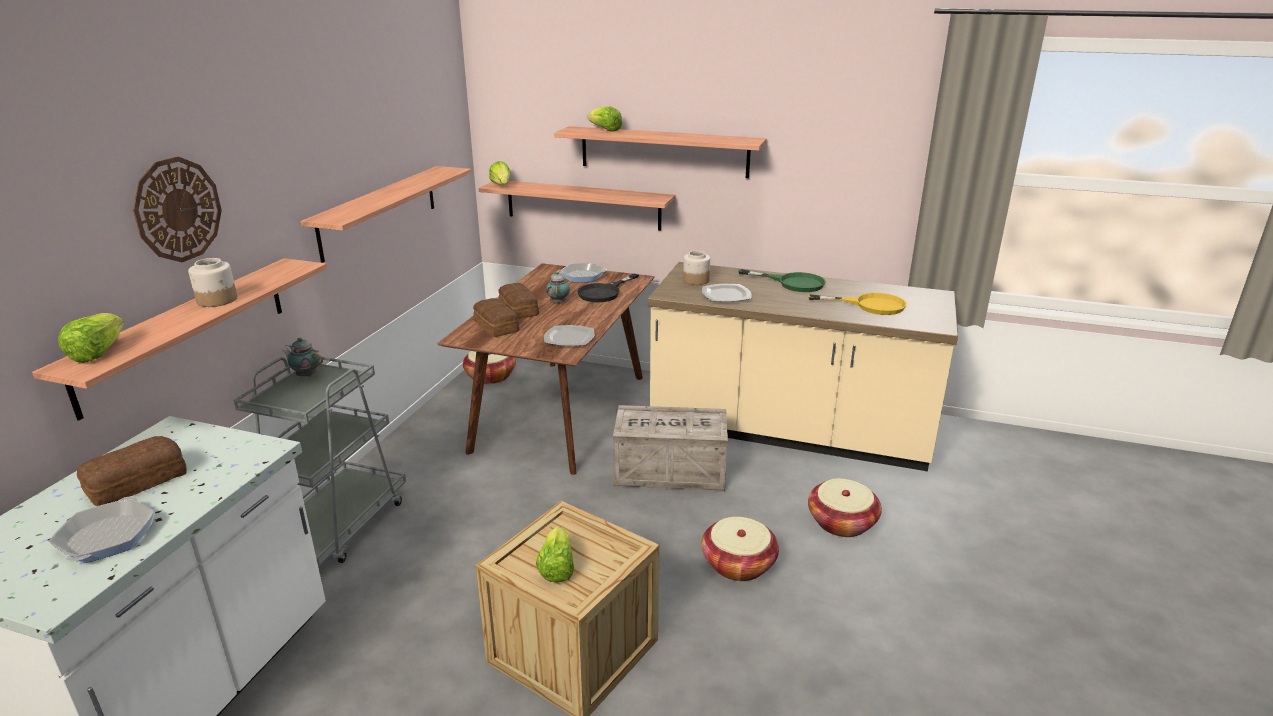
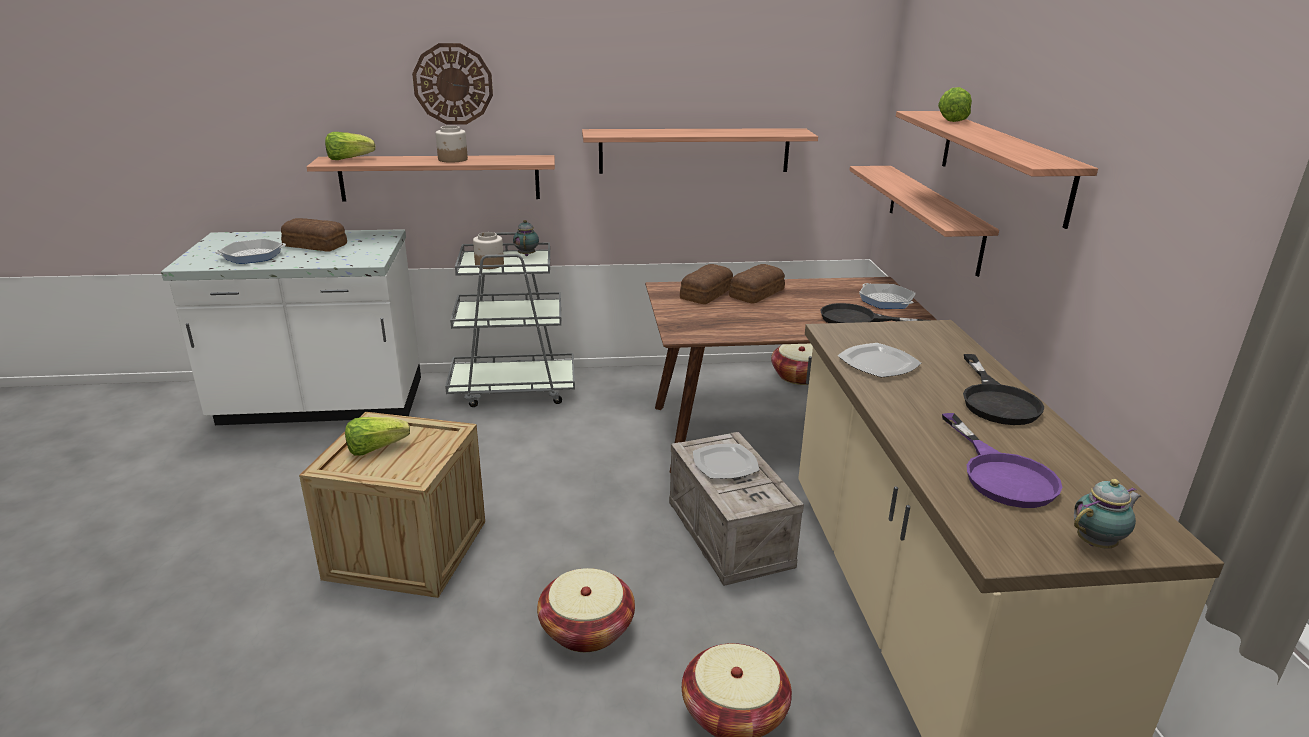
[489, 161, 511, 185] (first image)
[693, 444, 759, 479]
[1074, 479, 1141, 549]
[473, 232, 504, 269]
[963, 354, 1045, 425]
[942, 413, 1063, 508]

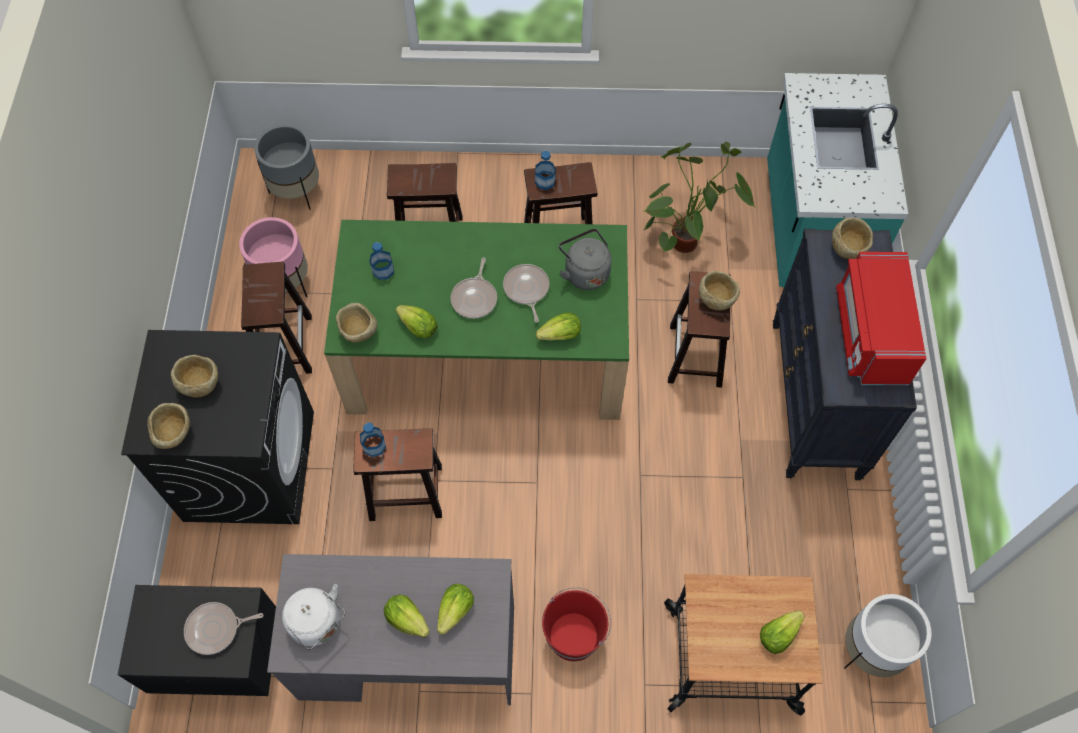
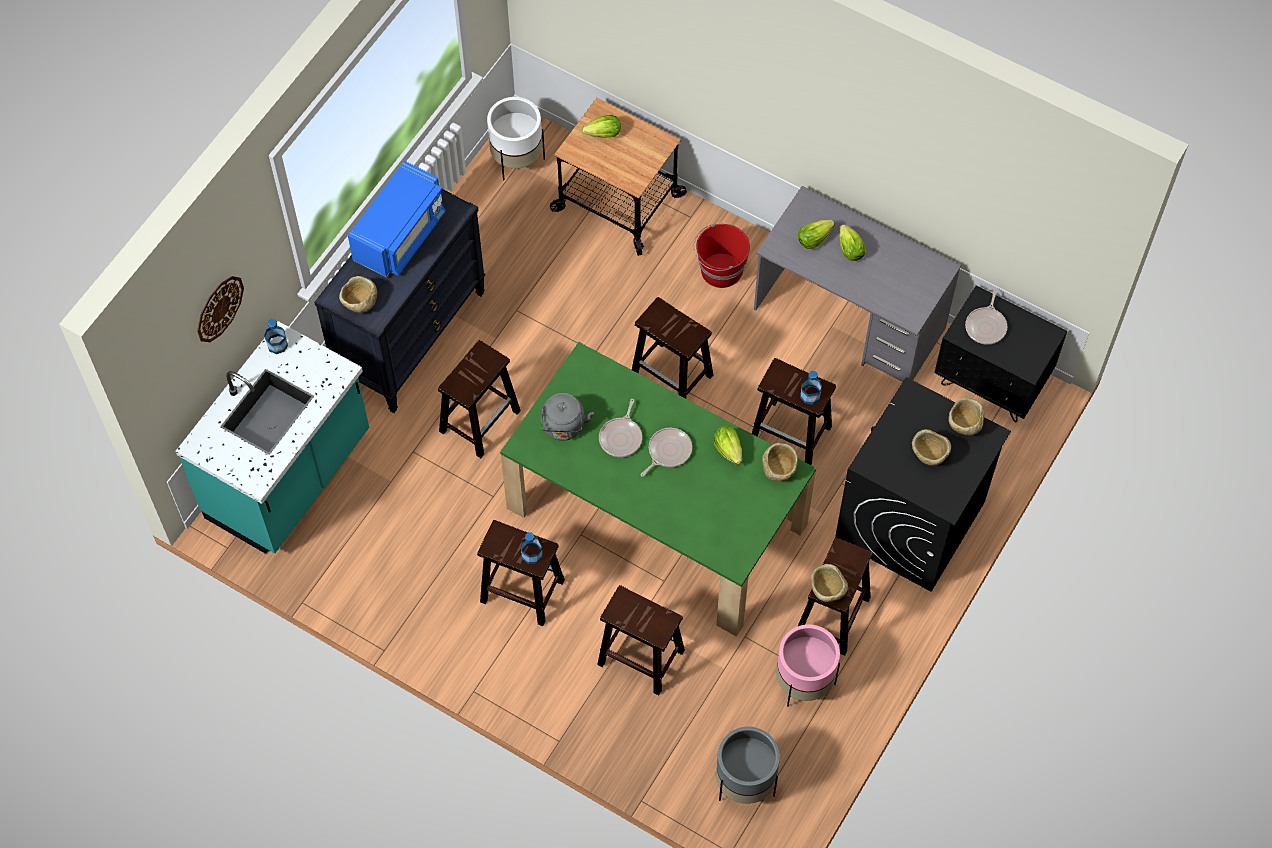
[965, 289, 1007, 345]
[282, 584, 345, 650] (first image)
[264, 319, 288, 354]
[536, 312, 581, 341] (first image)
[643, 142, 756, 253] (first image)
[811, 564, 848, 602]
[348, 161, 446, 278]
[197, 276, 244, 342]
[632, 297, 713, 399]

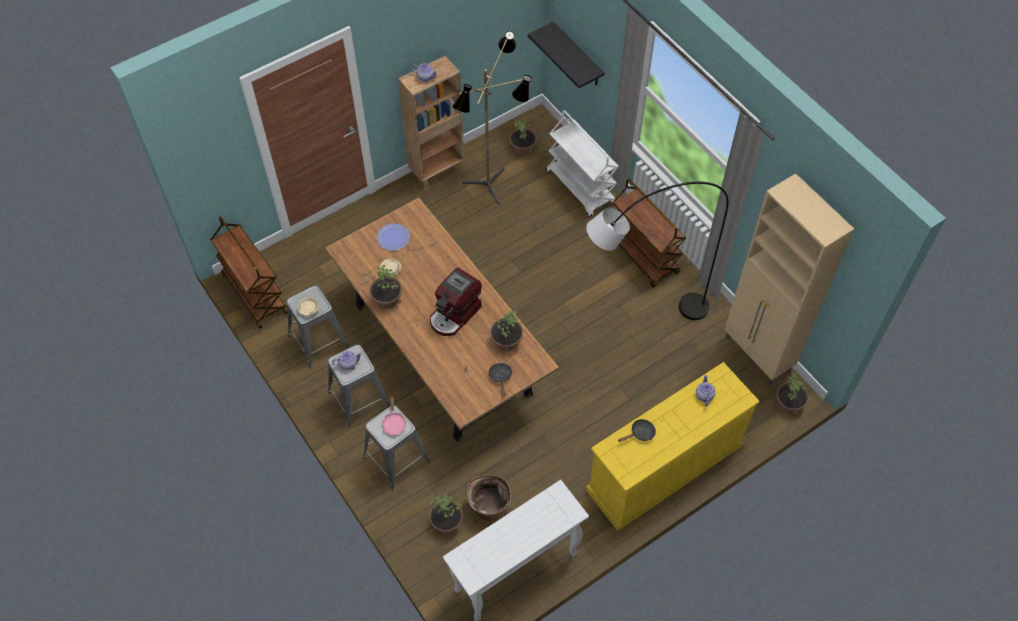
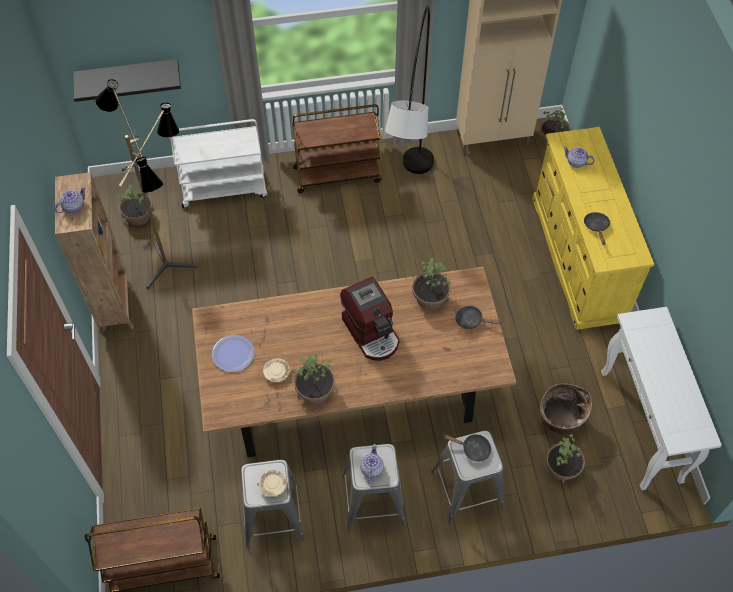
[443, 434, 491, 462]

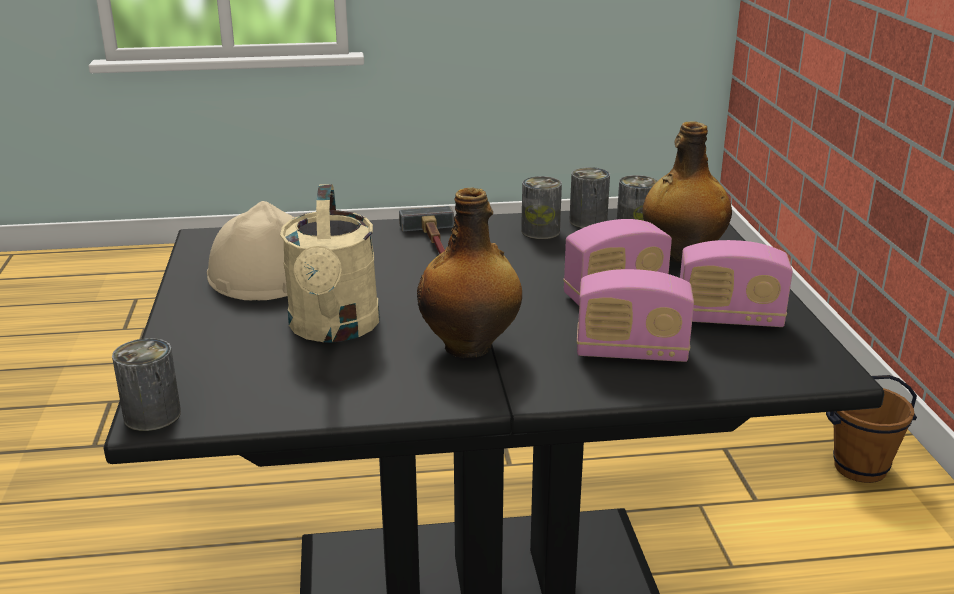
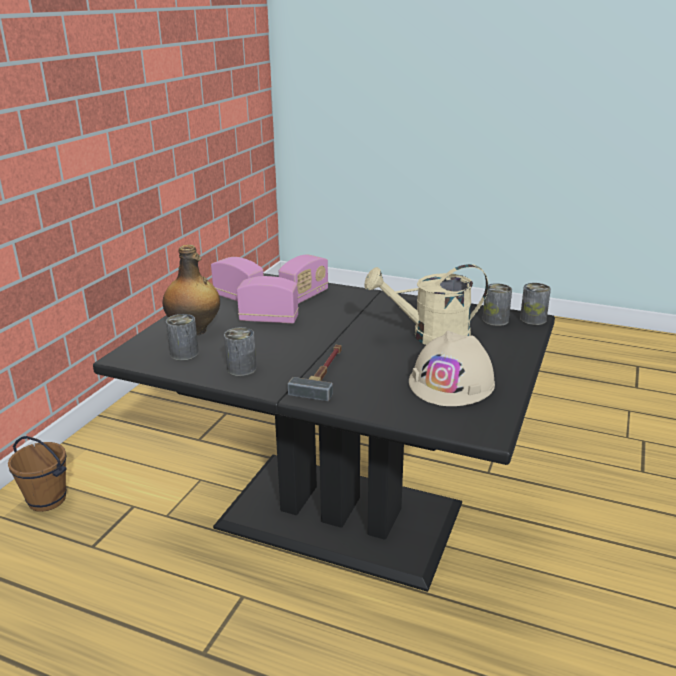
[364, 264, 488, 345]
[417, 187, 522, 358] (first image)
[482, 283, 512, 326]
[279, 255, 328, 304]

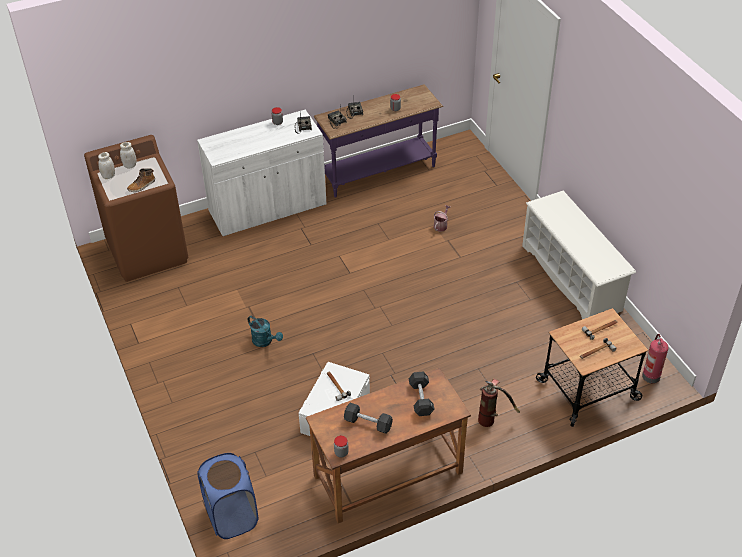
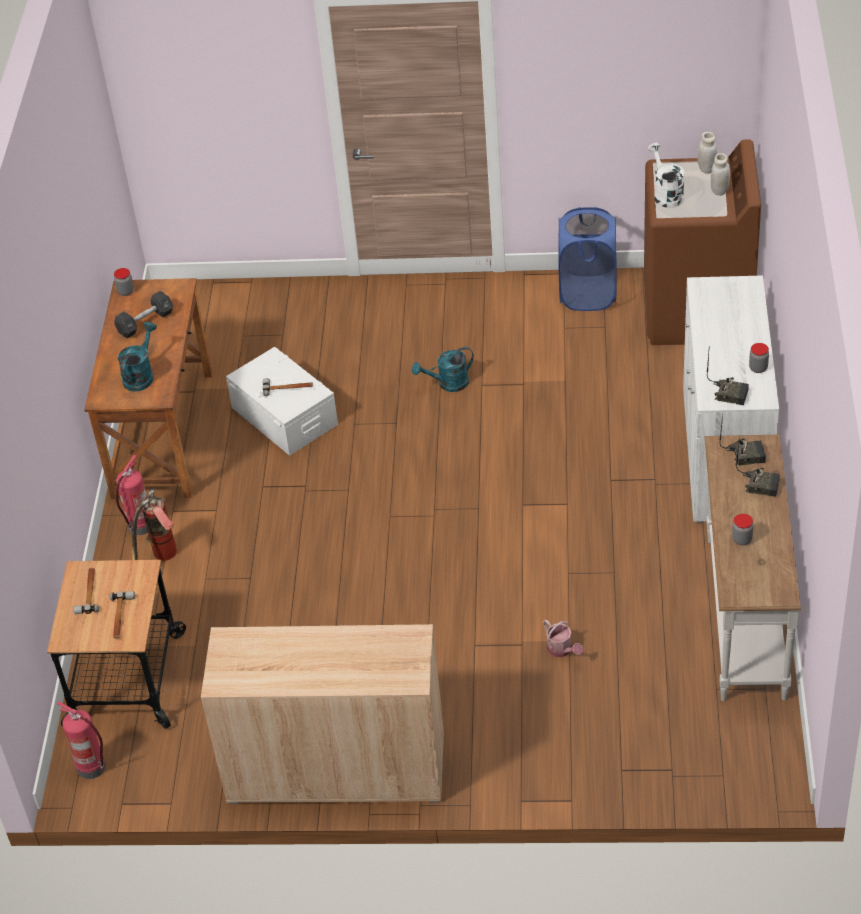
[648, 143, 684, 208]
[558, 207, 617, 311]
[704, 435, 801, 701]
[118, 322, 157, 392]
[201, 624, 444, 804]
[116, 455, 148, 535]

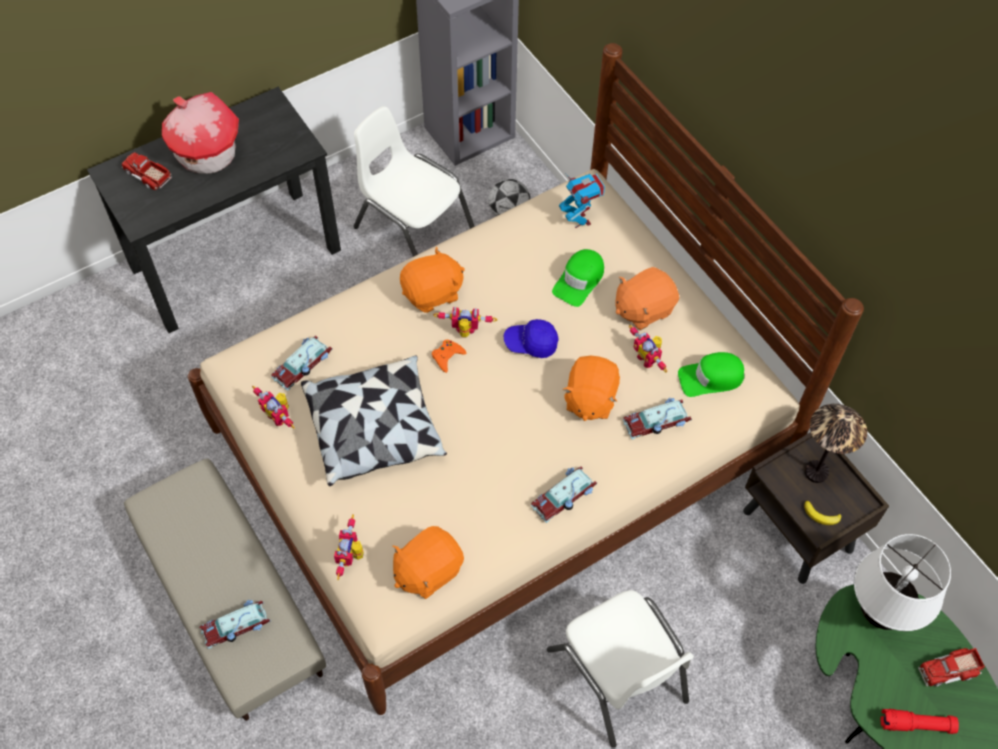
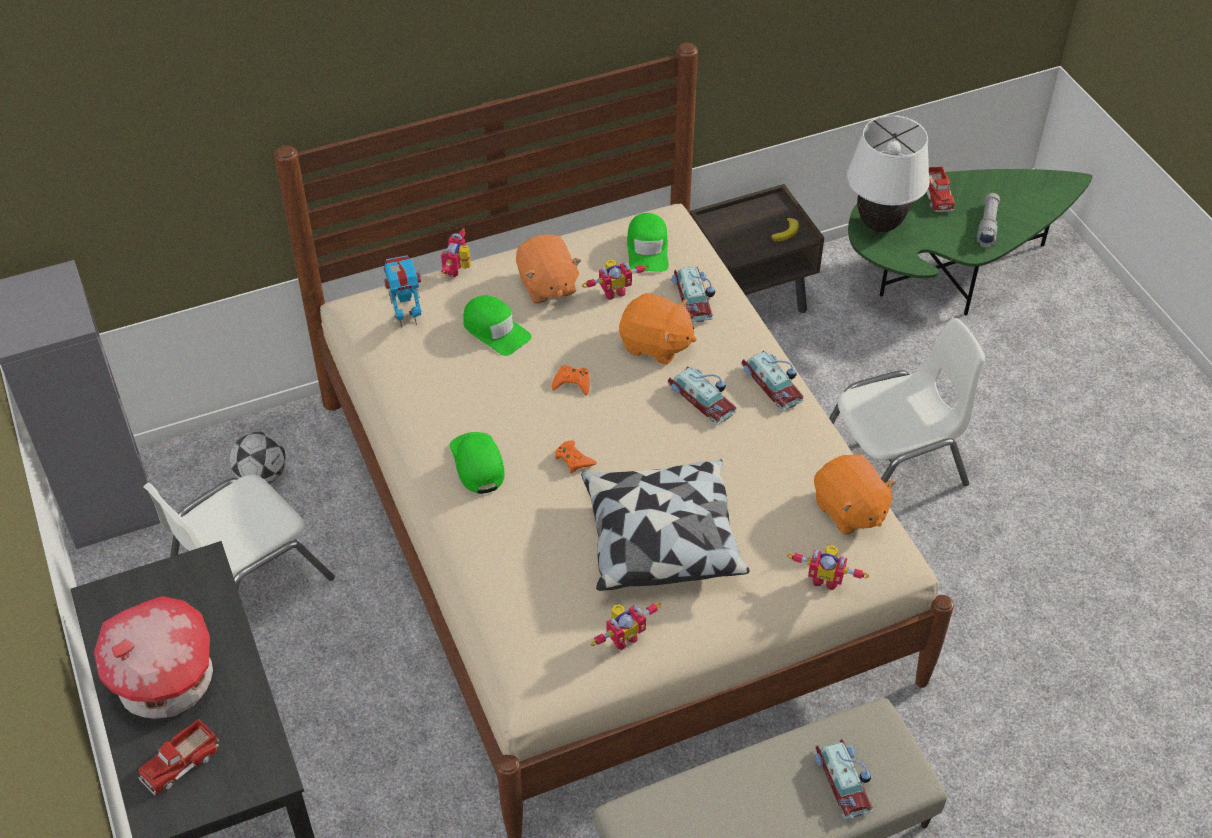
[668, 366, 737, 425]
[450, 432, 505, 494]
[441, 228, 471, 277]
[552, 365, 590, 396]
[805, 404, 867, 483] (first image)
[977, 193, 1000, 248]

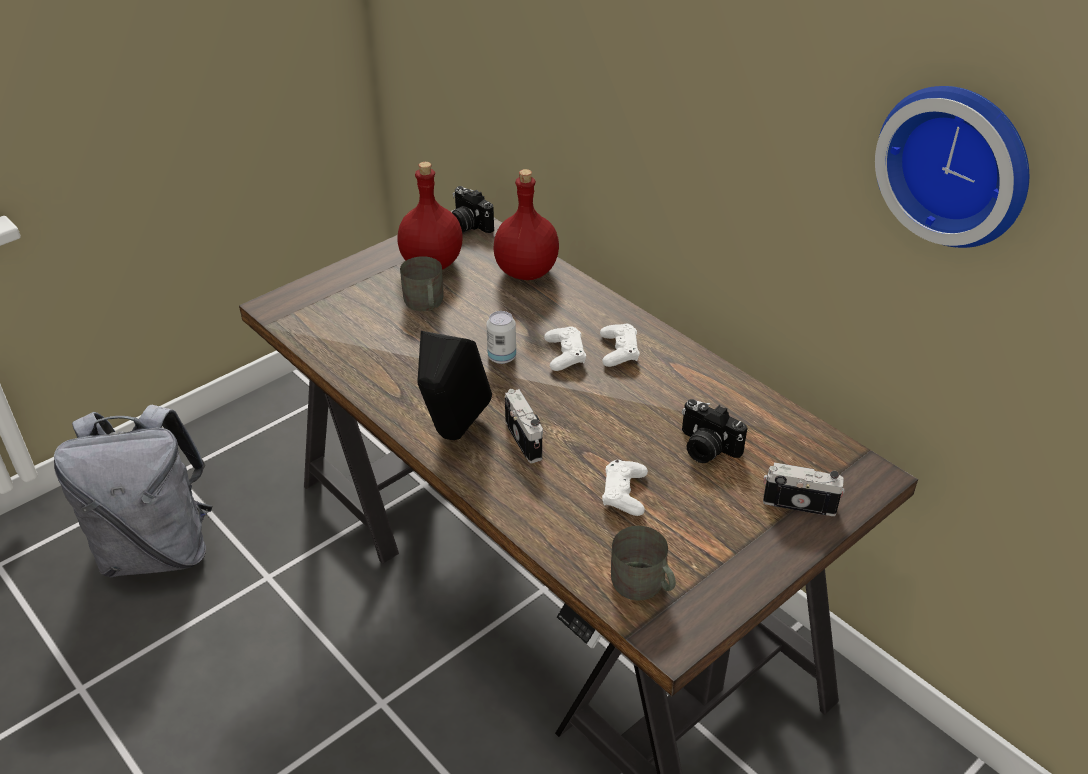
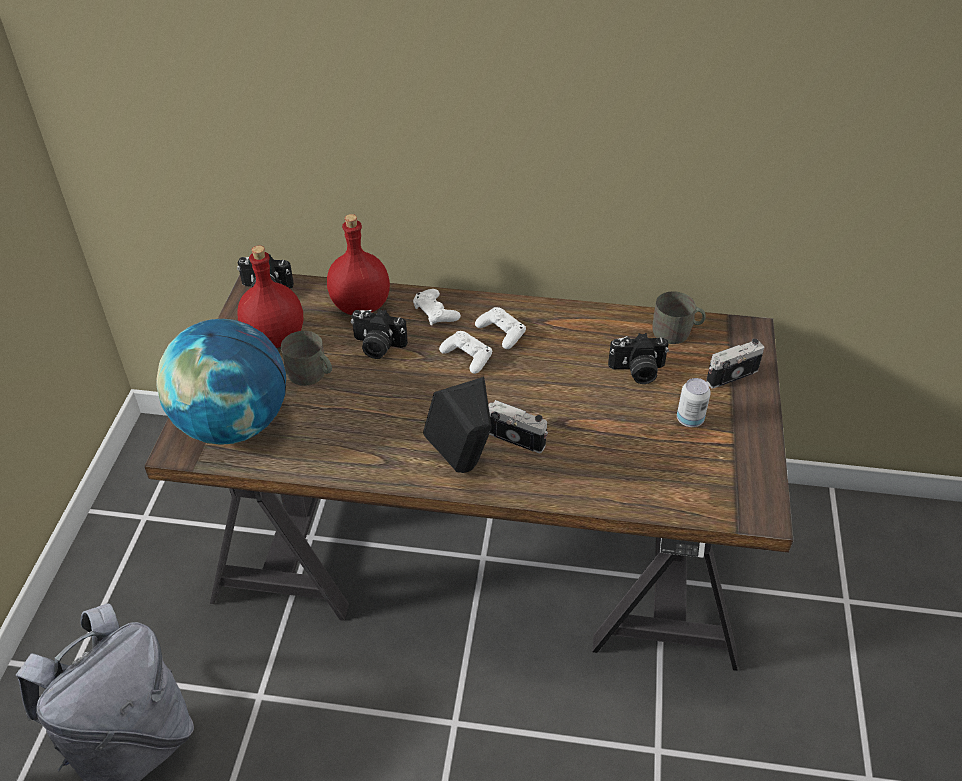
[677, 378, 711, 427]
[413, 289, 461, 325]
[652, 291, 706, 344]
[875, 86, 1029, 248] (first image)
[156, 319, 286, 445]
[350, 309, 408, 359]

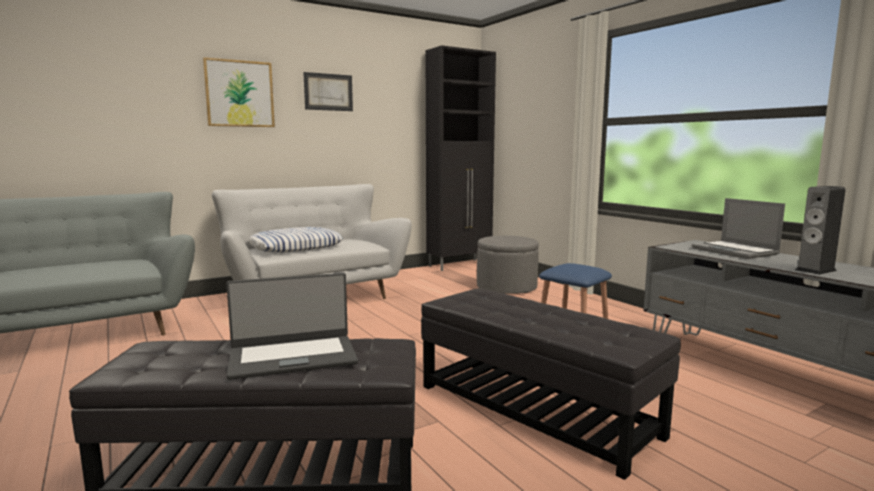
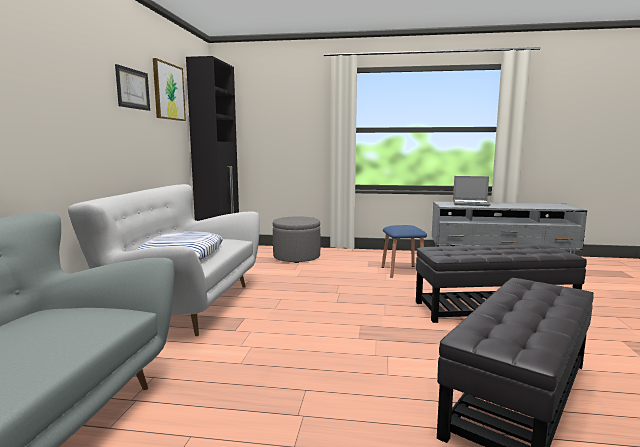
[153, 58, 186, 121]
[226, 273, 358, 380] (first image)
[795, 186, 846, 275] (first image)

